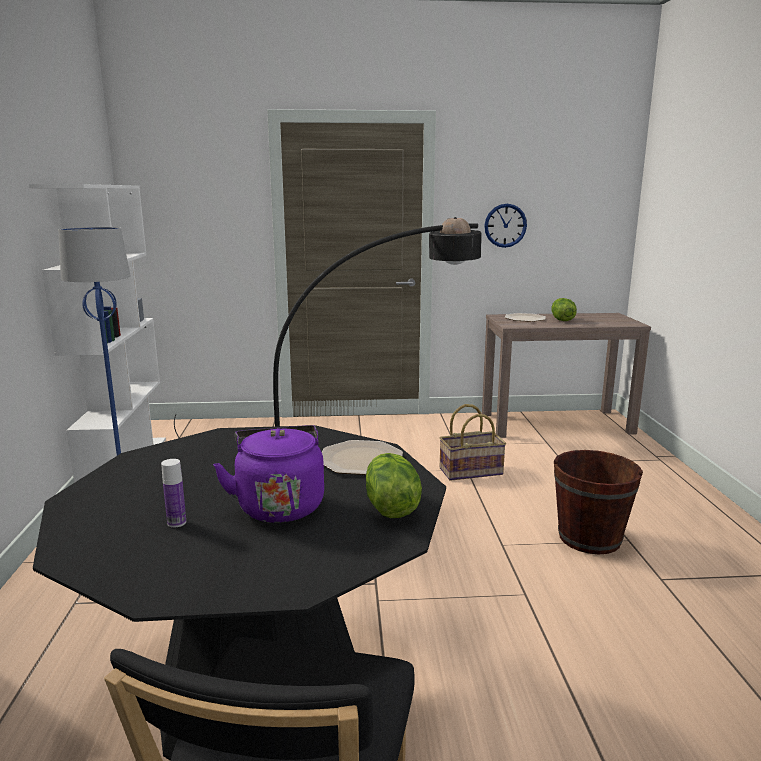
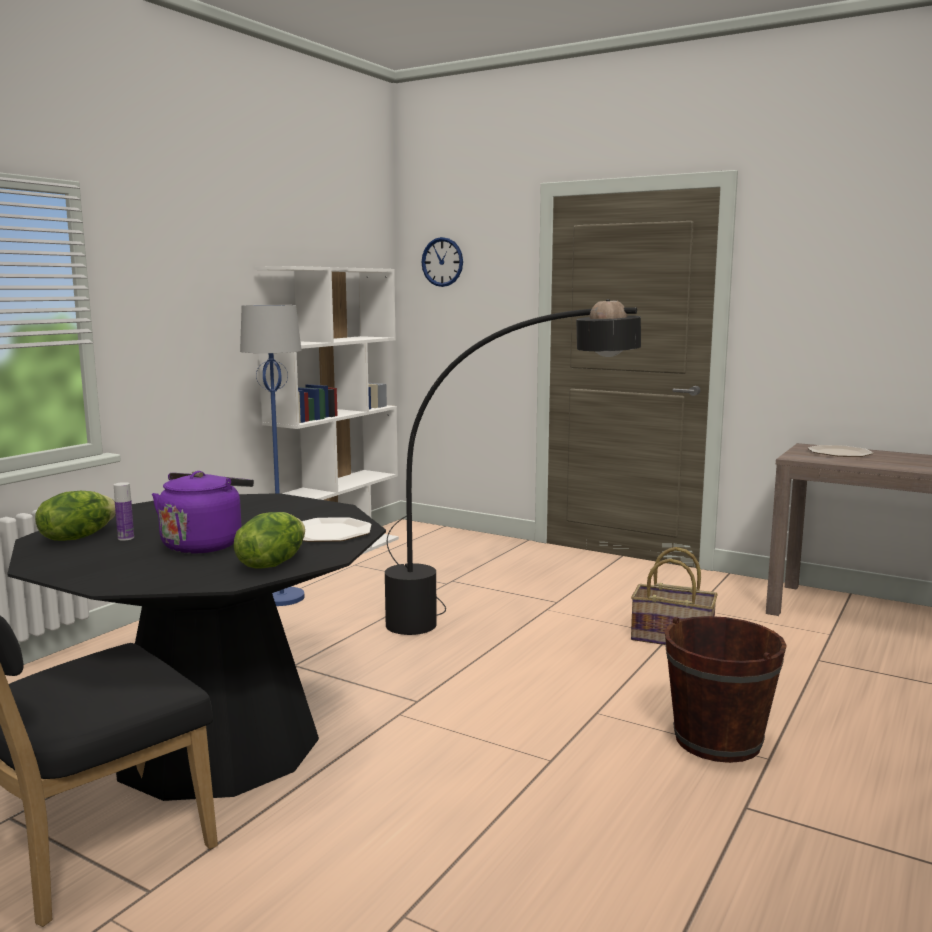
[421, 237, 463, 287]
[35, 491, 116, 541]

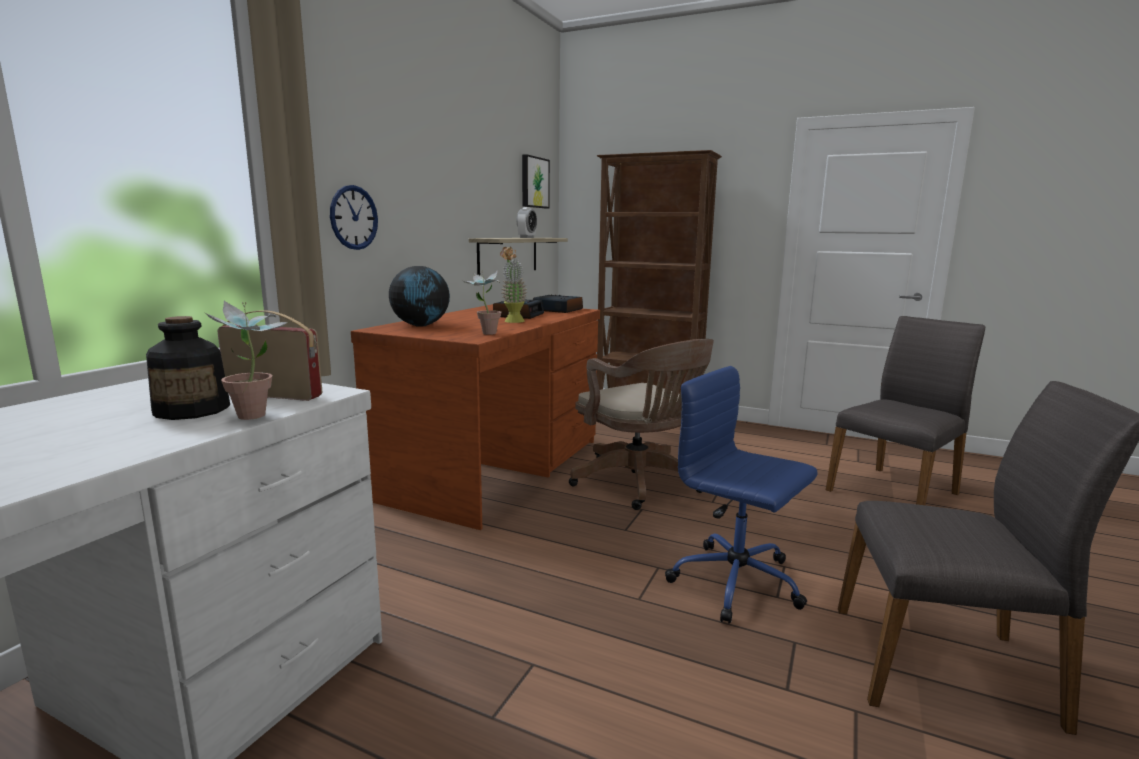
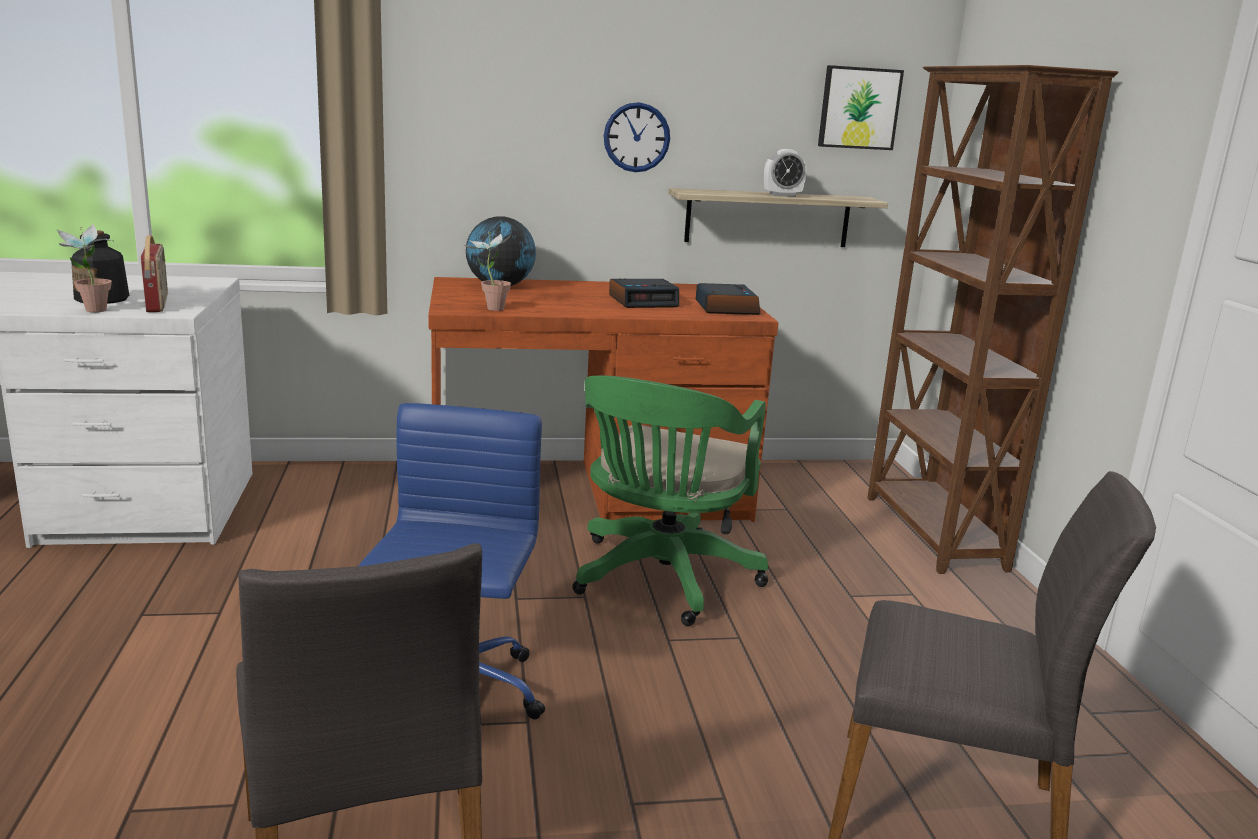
[604, 102, 670, 172]
[500, 247, 527, 323] (first image)
[572, 375, 768, 626]

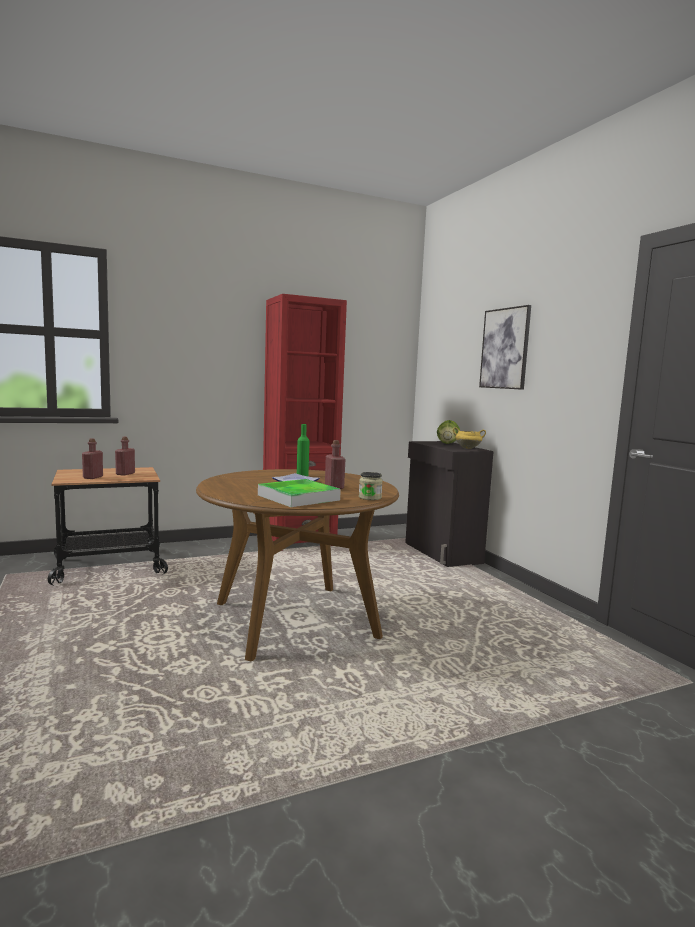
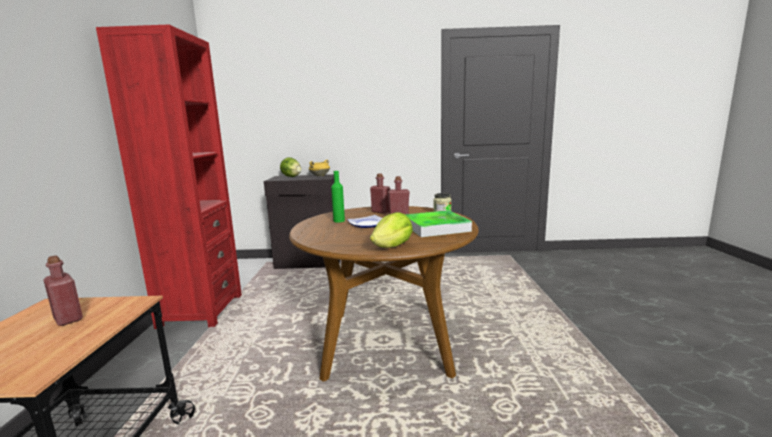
[370, 173, 390, 214]
[479, 305, 531, 390] (first image)
[370, 212, 413, 248]

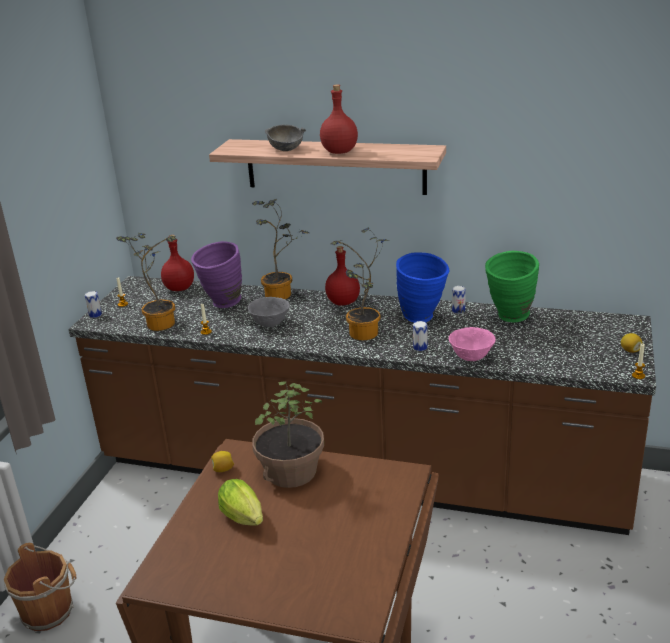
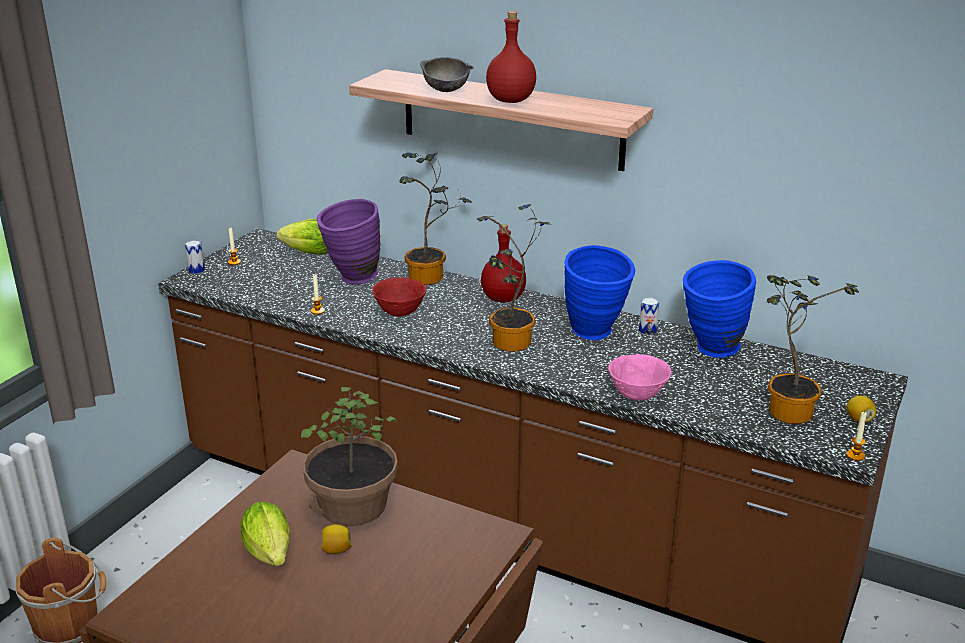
[767, 275, 859, 424]
[277, 219, 328, 255]
[321, 524, 352, 554]
[372, 278, 426, 317]
[413, 321, 427, 351] (first image)
[683, 260, 756, 358]

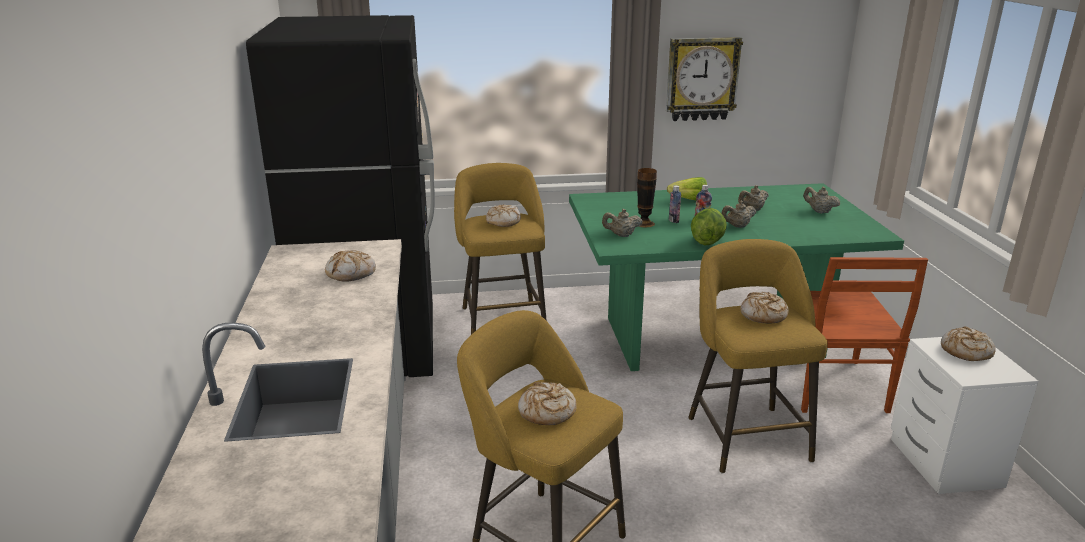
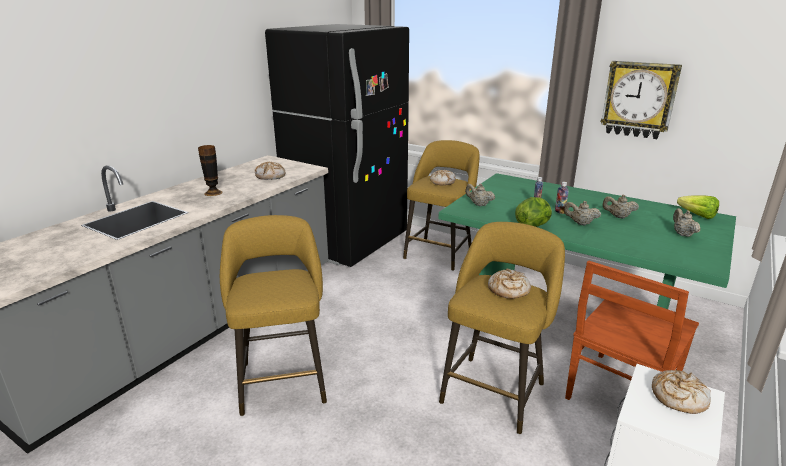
[518, 382, 577, 425] (first image)
[198, 145, 223, 196]
[677, 195, 719, 219]

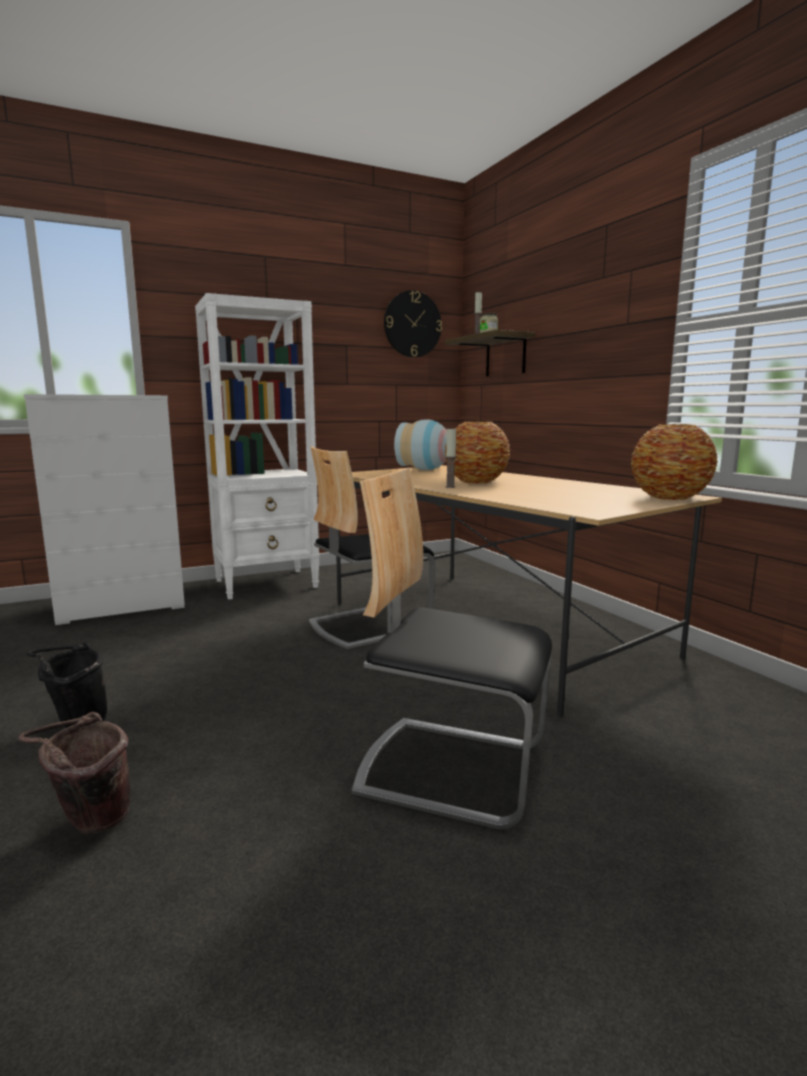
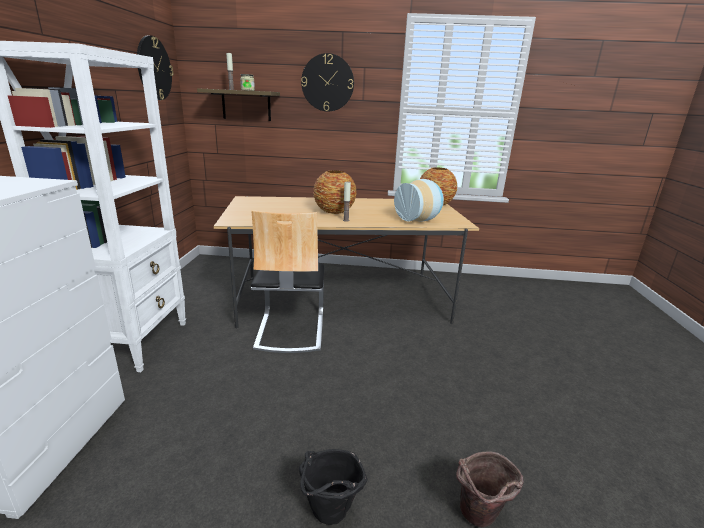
[352, 467, 552, 830] (first image)
[394, 179, 444, 222]
[301, 53, 354, 111]

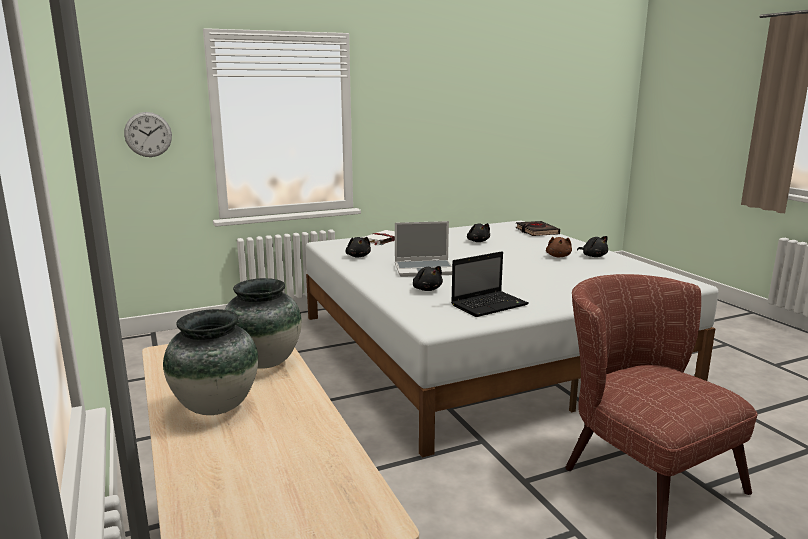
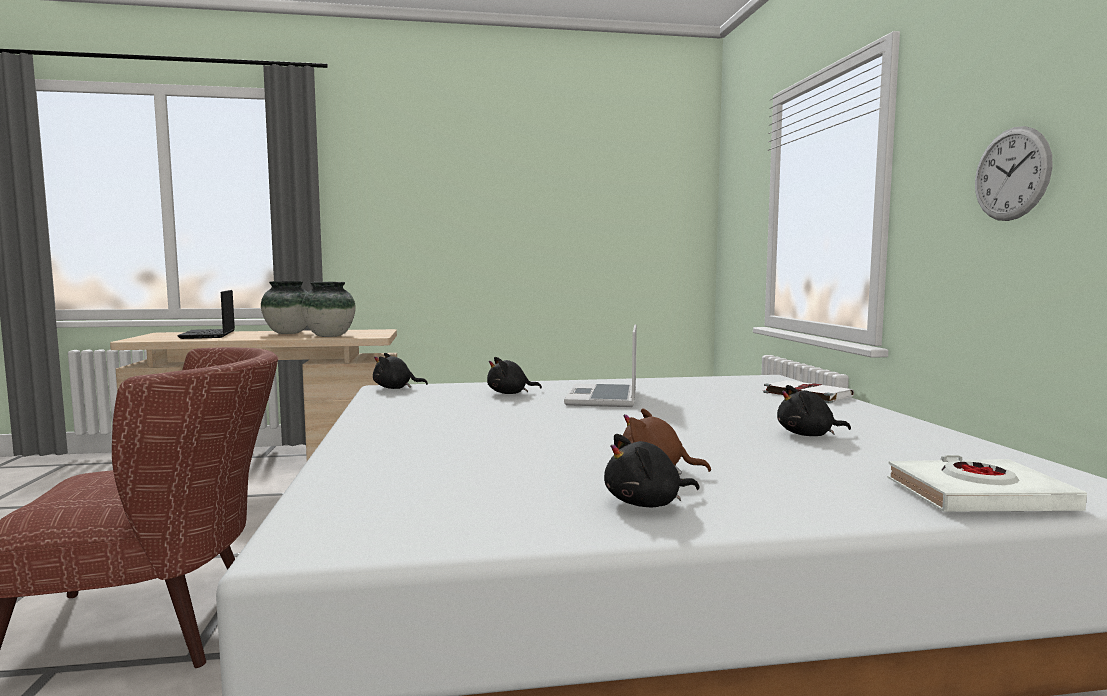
[975, 126, 1053, 221]
[373, 353, 428, 389]
[177, 290, 235, 339]
[887, 455, 1087, 512]

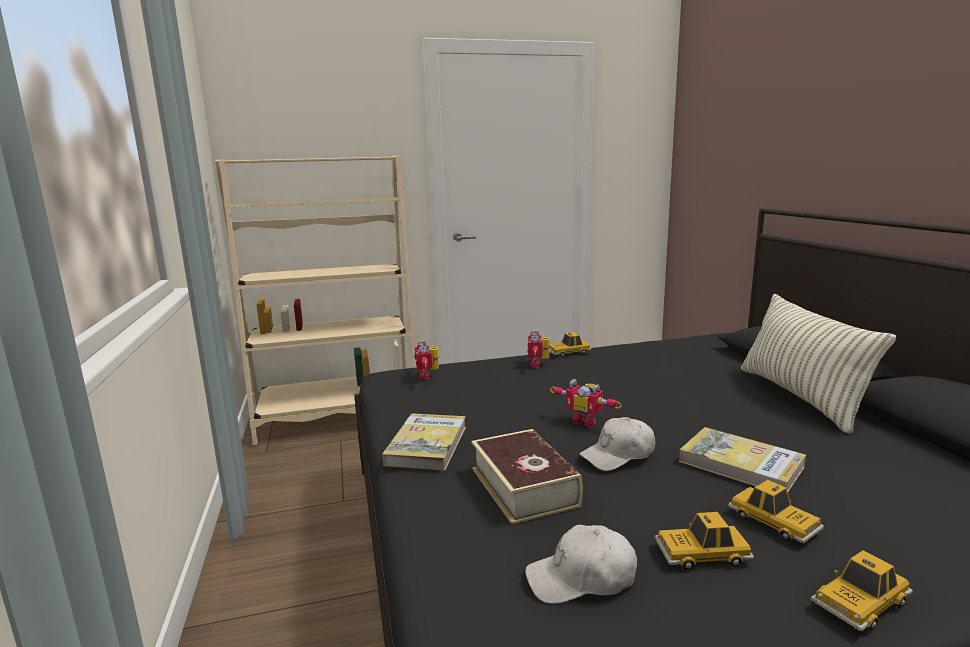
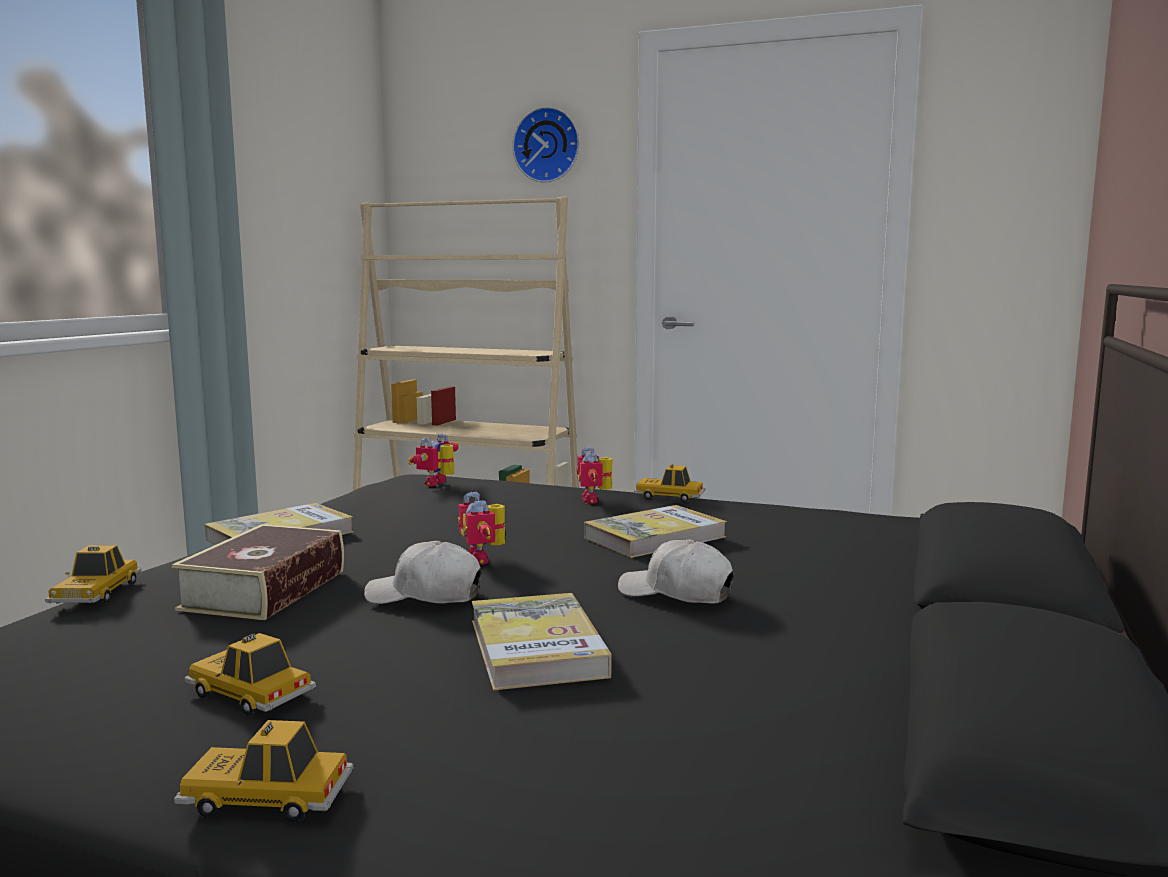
[618, 539, 734, 604]
[577, 447, 613, 504]
[45, 545, 142, 603]
[741, 294, 896, 434] (first image)
[512, 107, 579, 182]
[584, 505, 727, 558]

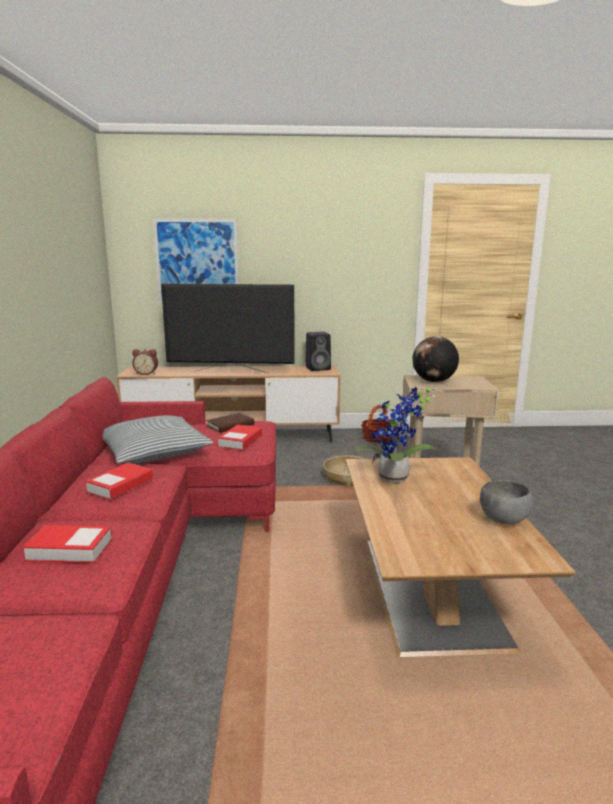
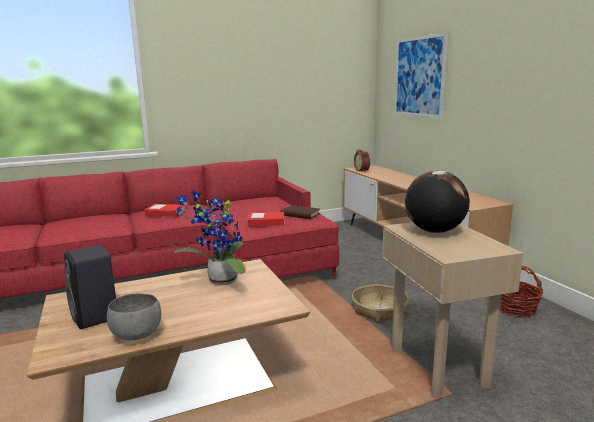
[23, 525, 112, 563] (first image)
[102, 415, 213, 464] (first image)
[161, 284, 295, 374] (first image)
[64, 245, 116, 329]

